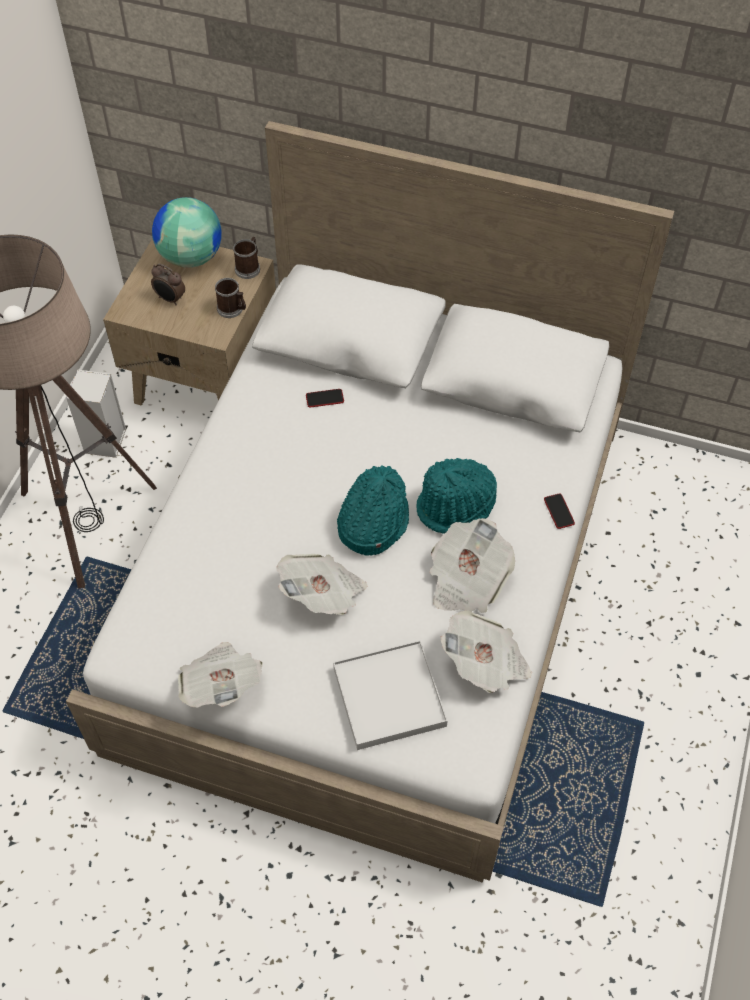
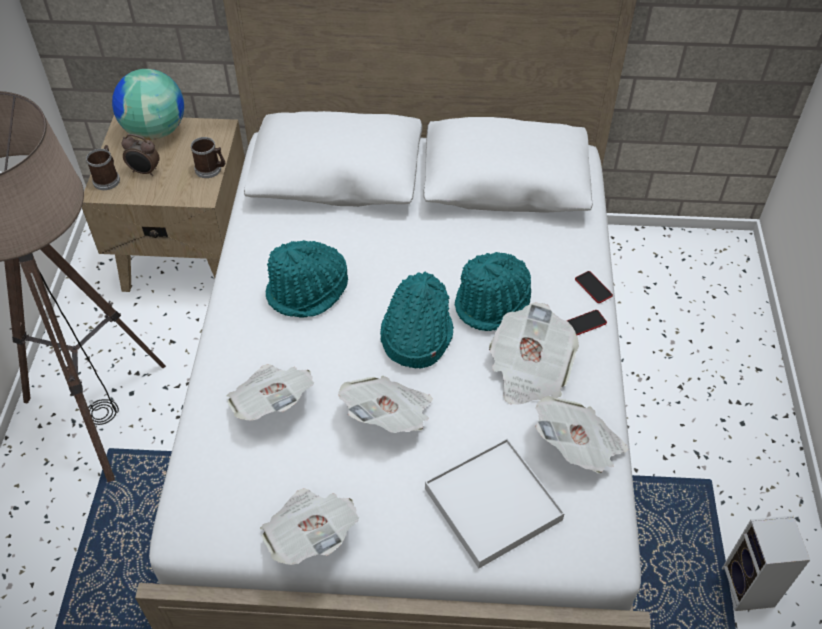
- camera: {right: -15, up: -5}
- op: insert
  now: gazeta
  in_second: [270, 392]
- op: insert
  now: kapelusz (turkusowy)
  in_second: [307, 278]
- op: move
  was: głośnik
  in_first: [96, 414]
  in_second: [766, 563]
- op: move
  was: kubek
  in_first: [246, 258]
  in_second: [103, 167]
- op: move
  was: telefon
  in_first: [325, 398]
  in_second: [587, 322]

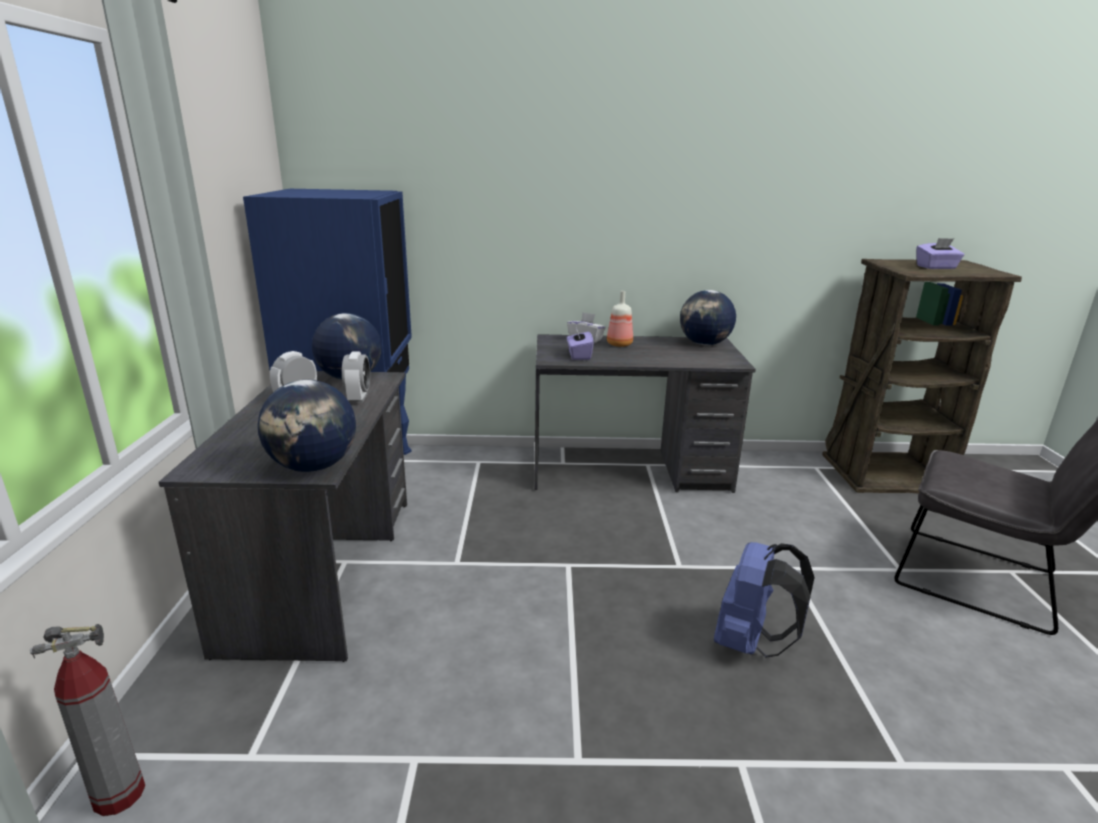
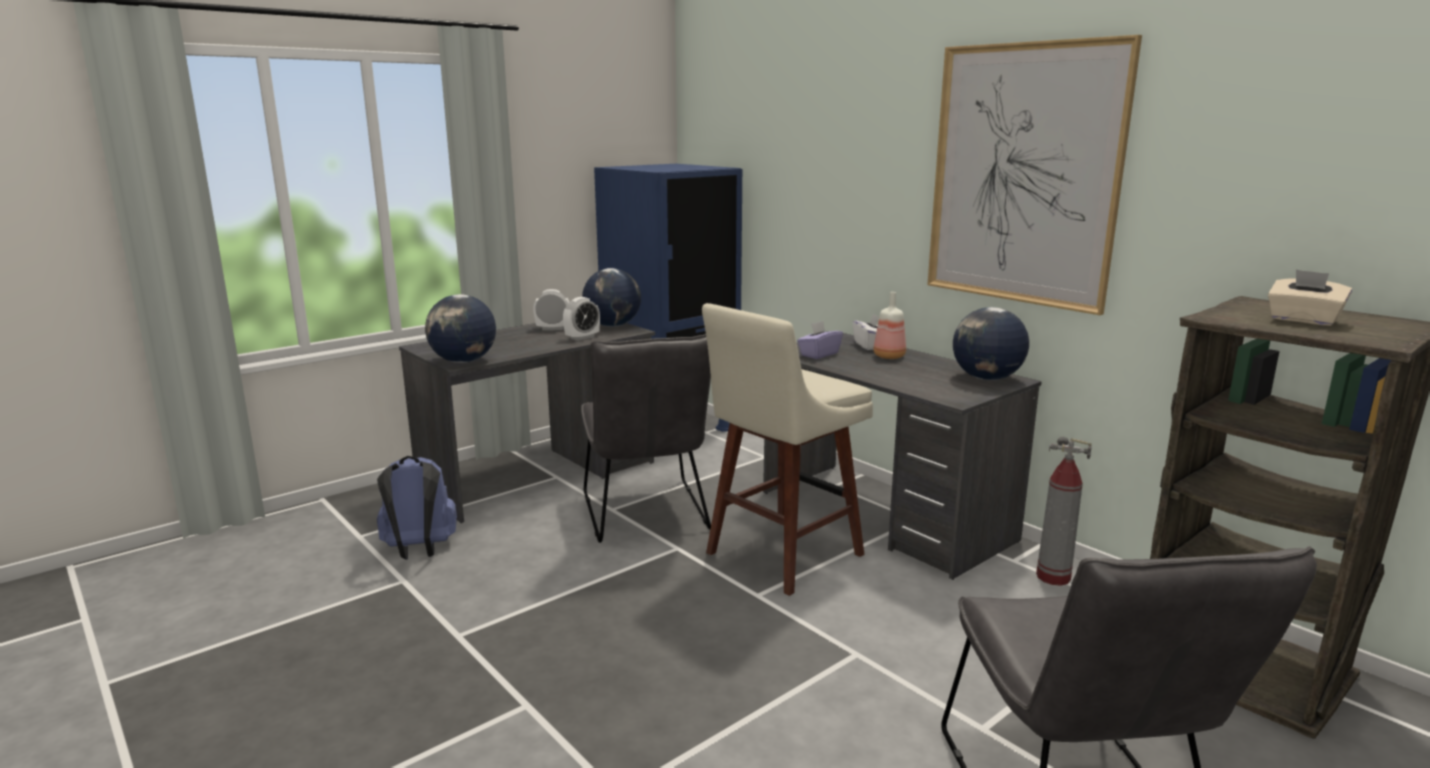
- camera: {right: 50, up: -5}
- op: insert
  now: krzesło (szary)
  in_second: [646, 438]
- op: insert
  now: stołek (beżowy)
  in_second: [787, 449]
- op: insert
  now: obraz
  in_second: [1034, 175]
- op: move
  was: gaśnica
  in_first: [87, 720]
  in_second: [1064, 511]
- op: move
  was: plecak (niebieski)
  in_first: [764, 600]
  in_second: [417, 507]
- op: recolor
  was: pudełko chusteczek (fioletowy)
  now: pudełko chusteczek (beżowy)
  in_first: [940, 253]
  in_second: [1310, 297]

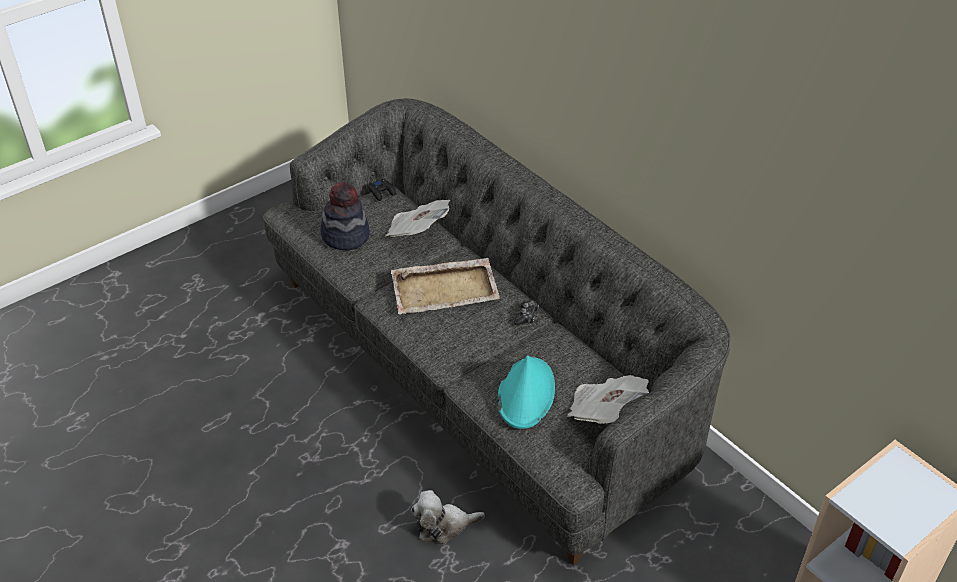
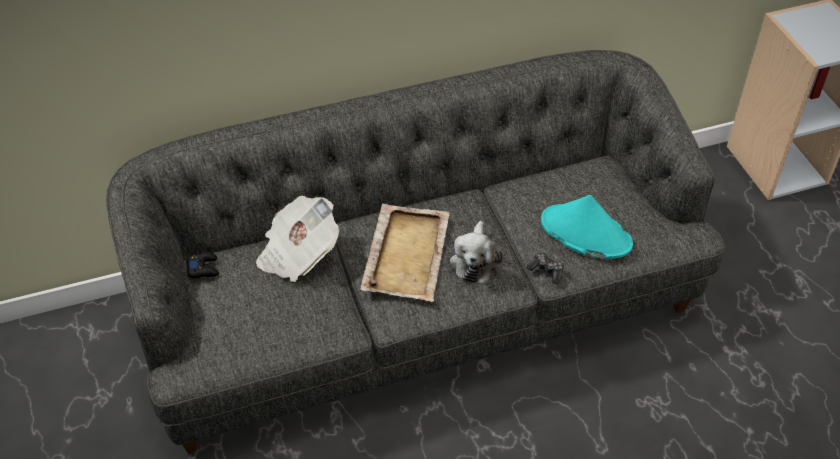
- camera: {right: -70, up: 5}
- op: delete
  was: kapelusz
  in_first: [345, 216]
- op: delete
  was: gazeta
  in_first: [608, 399]
- op: move
  was: pluszak
  in_first: [448, 517]
  in_second: [476, 252]
- op: move
  was: pad do gier
  in_first: [526, 313]
  in_second: [545, 268]

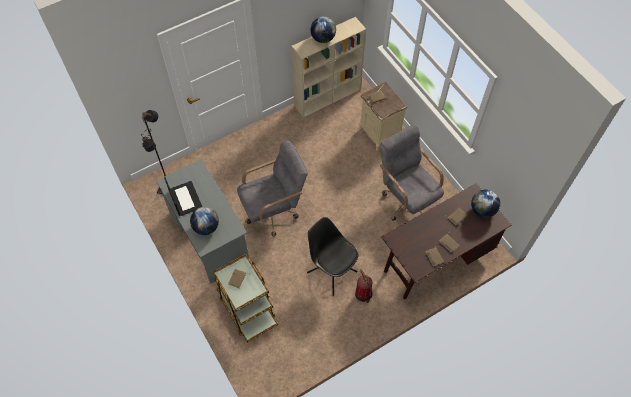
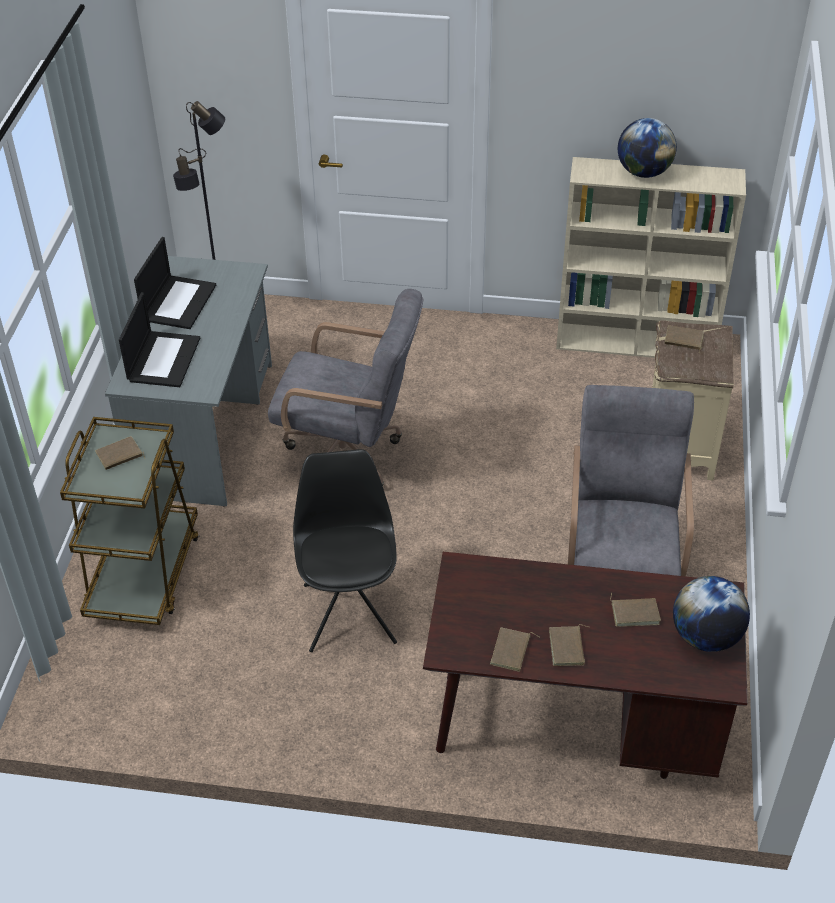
- camera: {right: 40, up: -15}
- op: delete
  was: gaśnica
  in_first: [364, 286]
- op: replace
  was: globus
  now: laptop
  in_first: [204, 221]
  in_second: [159, 339]

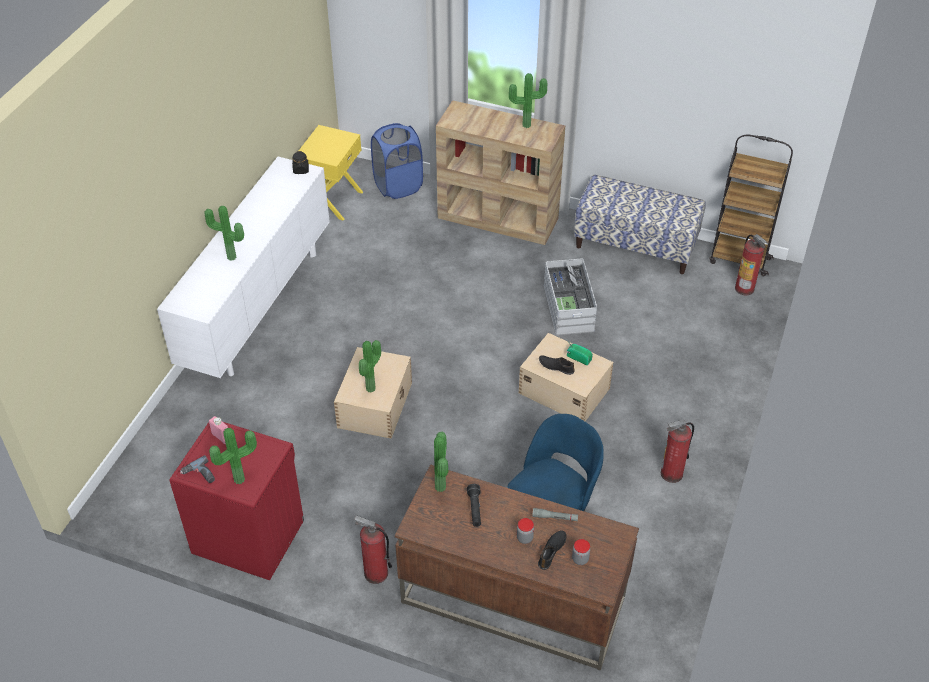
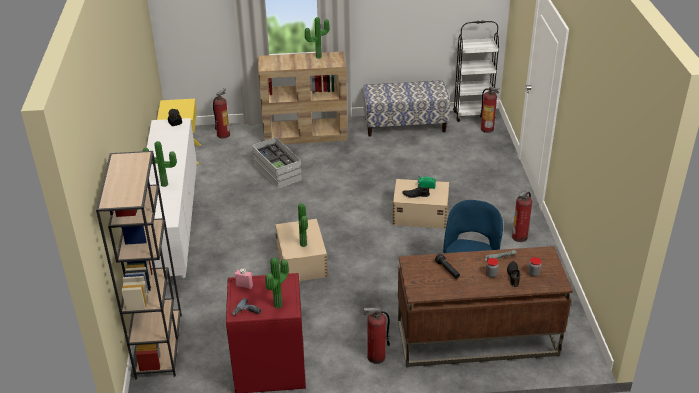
- camera: {right: -25, up: -10}
- op: delete
  was: roślina doniczkowa
  in_first: [441, 461]
- op: insert
  now: regał
  in_second: [139, 265]
- op: move
  was: pojemnik do przechowywania (szary)
  in_first: [570, 296]
  in_second: [277, 163]
- op: replace
  was: kosz na pranie (niebieski)
  now: gaśnica
  in_first: [397, 161]
  in_second: [221, 113]
- op: recolor
  was: wózek (brązowy)
  now: wózek (biały)
  in_first: [751, 205]
  in_second: [476, 71]

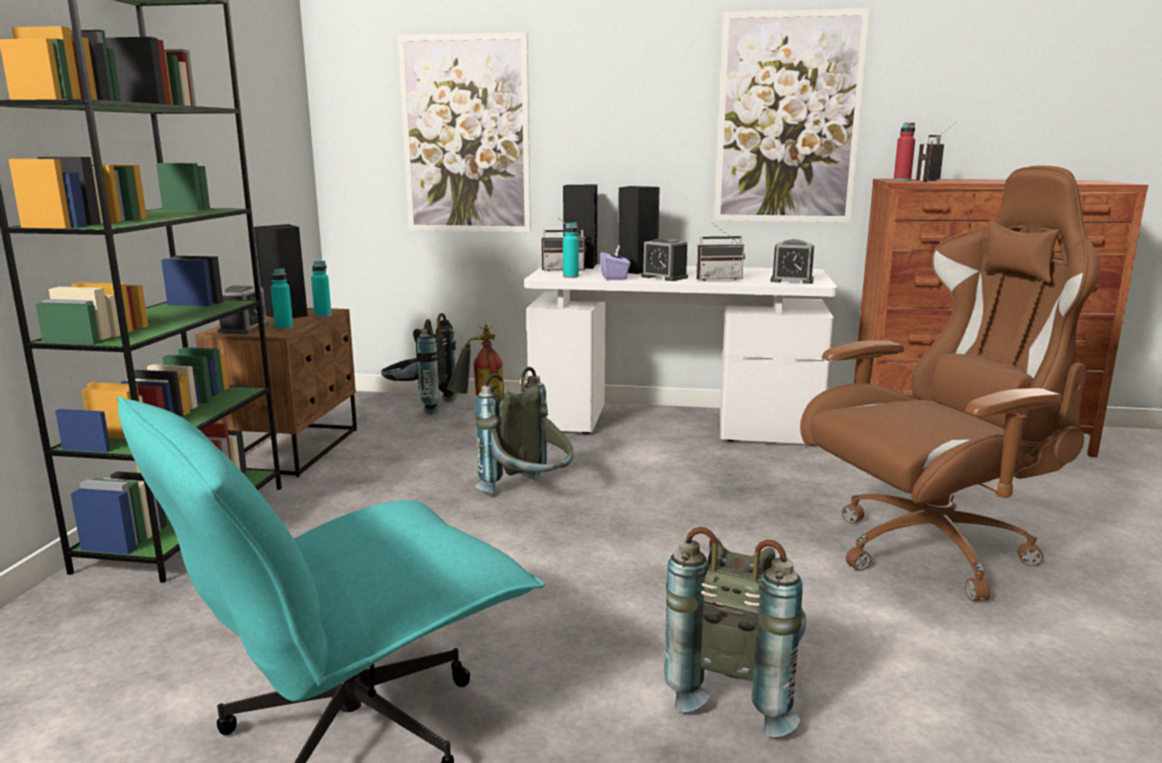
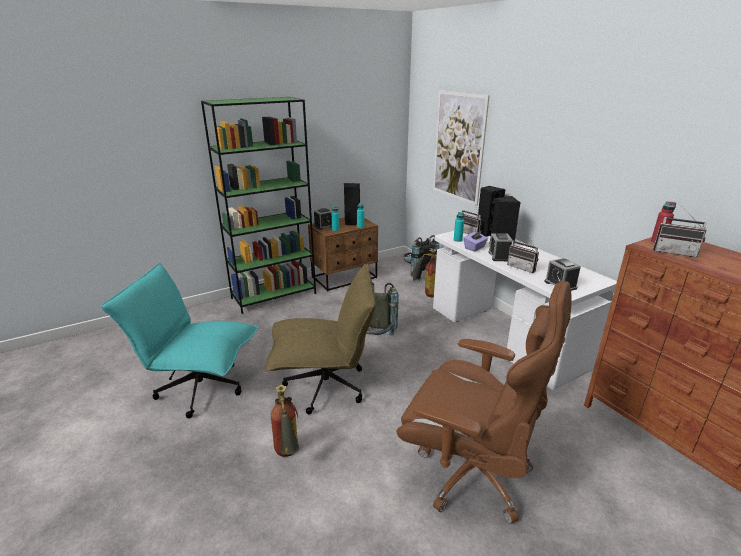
- camera: {right: 50, up: 10}
- op: delete
  was: obraz
  in_first: [792, 115]
- op: insert
  now: krzesło biurowe (beżowy)
  in_second: [320, 339]
- op: replace
  was: plecak (szary)
  now: gaśnica
  in_first: [735, 632]
  in_second: [285, 421]
- op: rotate
  was: radio
  in_first: [936, 152]
  in_second: [680, 231]
  clockwise: -150

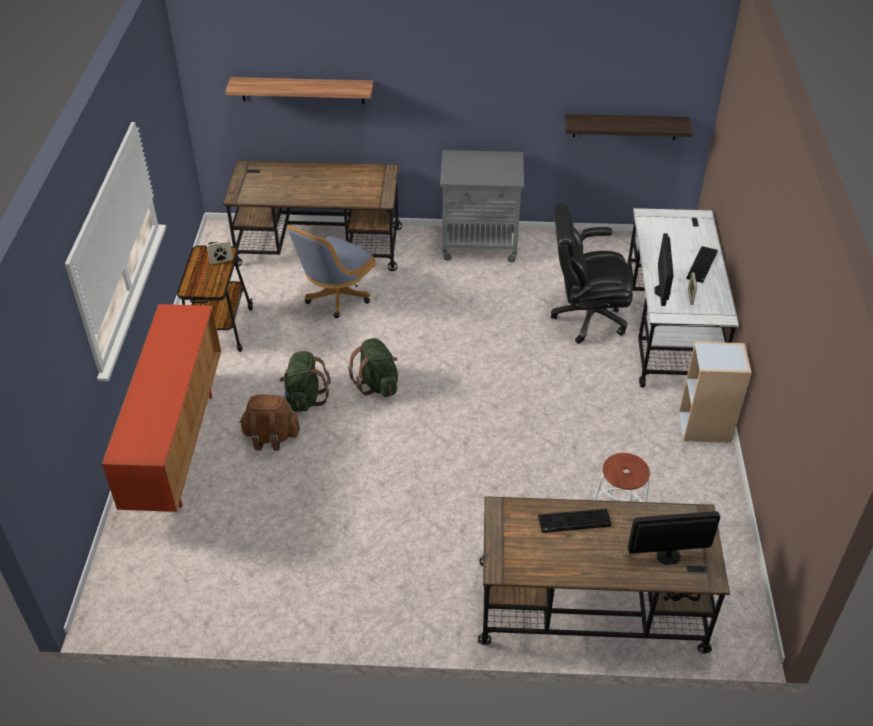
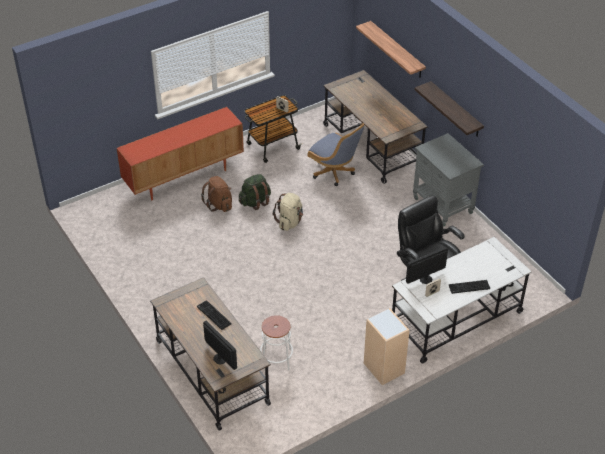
- camera: {right: 55, up: 0}
- op: move
  was: półka
  in_first: [629, 127]
  in_second: [449, 109]
- op: recolor
  was: plecak (zielony)
  now: plecak (beżowy)
  in_first: [373, 367]
  in_second: [288, 212]
- op: rotate
  was: krzesło biurowe (niebieski)
  in_first: [332, 271]
  in_second: [336, 154]
  clockwise: -135

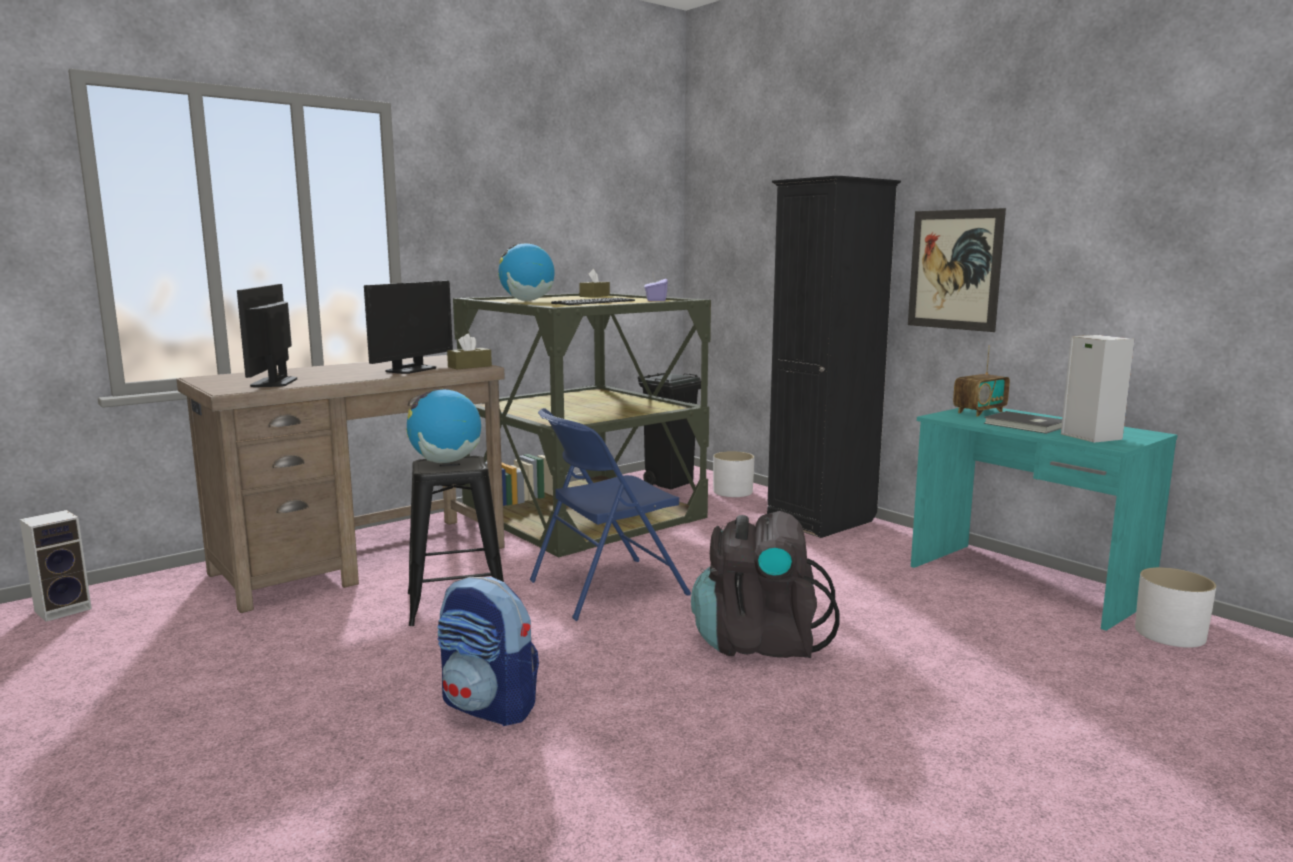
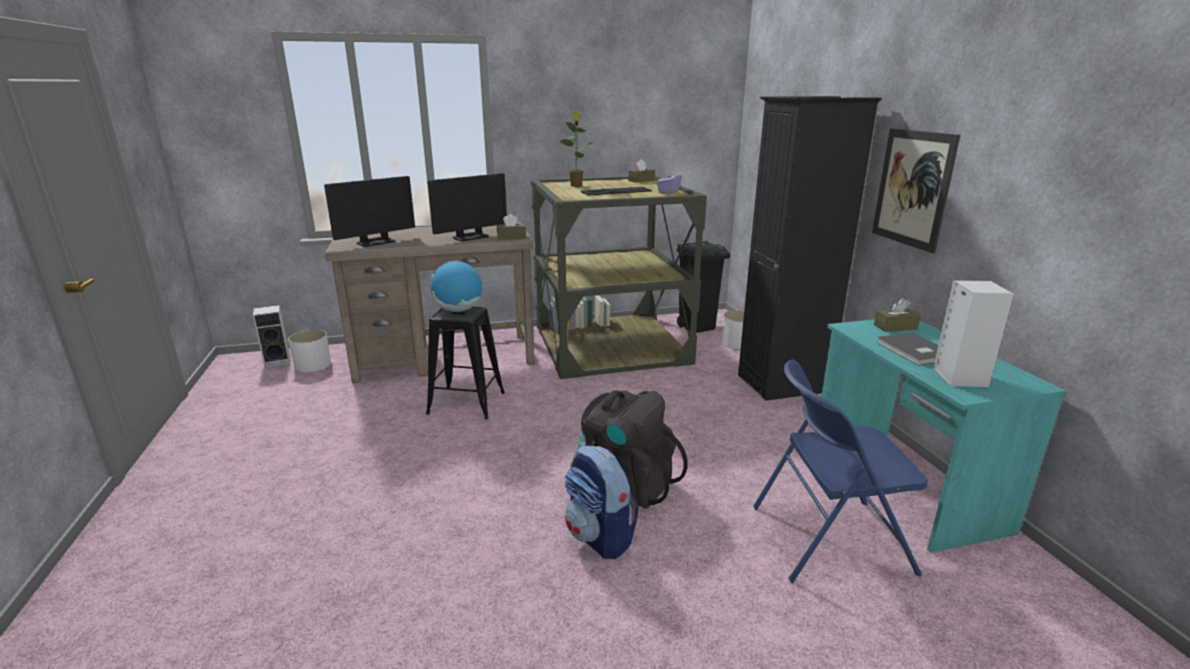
- camera: {right: 25, up: 10}
- op: move
  was: plecak
  in_first: [488, 651]
  in_second: [602, 502]
- op: move
  was: krzesło (niebieski)
  in_first: [610, 514]
  in_second: [840, 471]
- op: move
  was: donica (biały)
  in_first: [1175, 607]
  in_second: [309, 351]
- op: replace
  was: globus
  now: roślina doniczkowa
  in_first: [526, 272]
  in_second: [577, 149]
- op: replace
  was: radio
  now: pudełko chusteczek (brązowy)
  in_first: [981, 381]
  in_second: [897, 315]
- op: rotate
  was: monitor
  in_first: [267, 335]
  in_second: [369, 211]
  clockwise: -150

